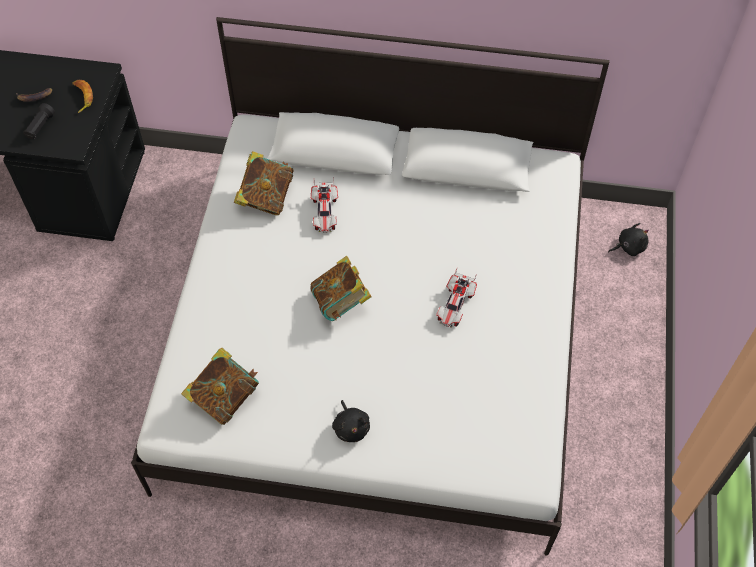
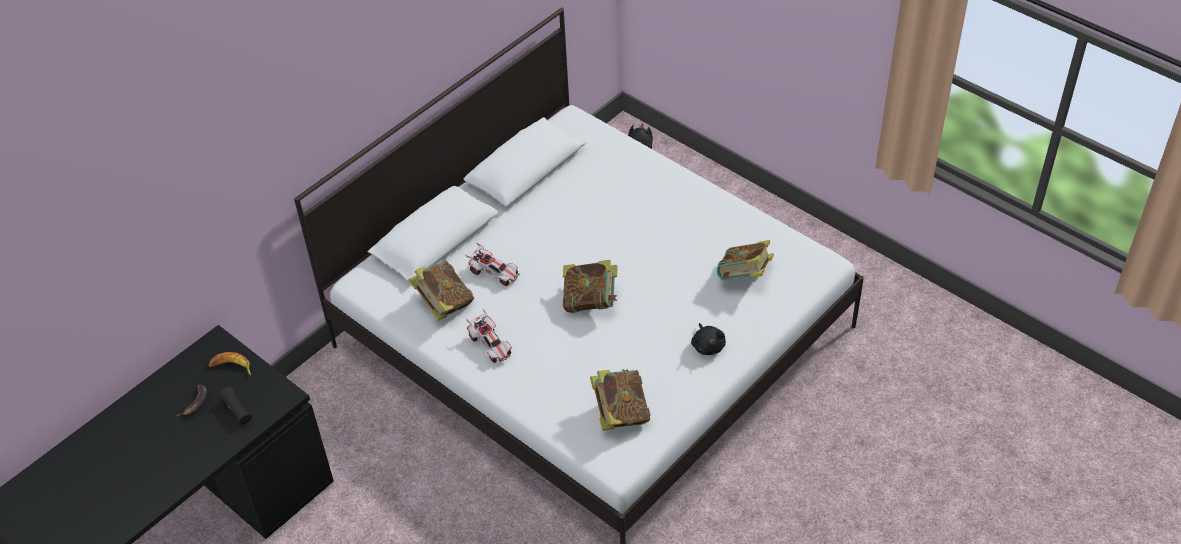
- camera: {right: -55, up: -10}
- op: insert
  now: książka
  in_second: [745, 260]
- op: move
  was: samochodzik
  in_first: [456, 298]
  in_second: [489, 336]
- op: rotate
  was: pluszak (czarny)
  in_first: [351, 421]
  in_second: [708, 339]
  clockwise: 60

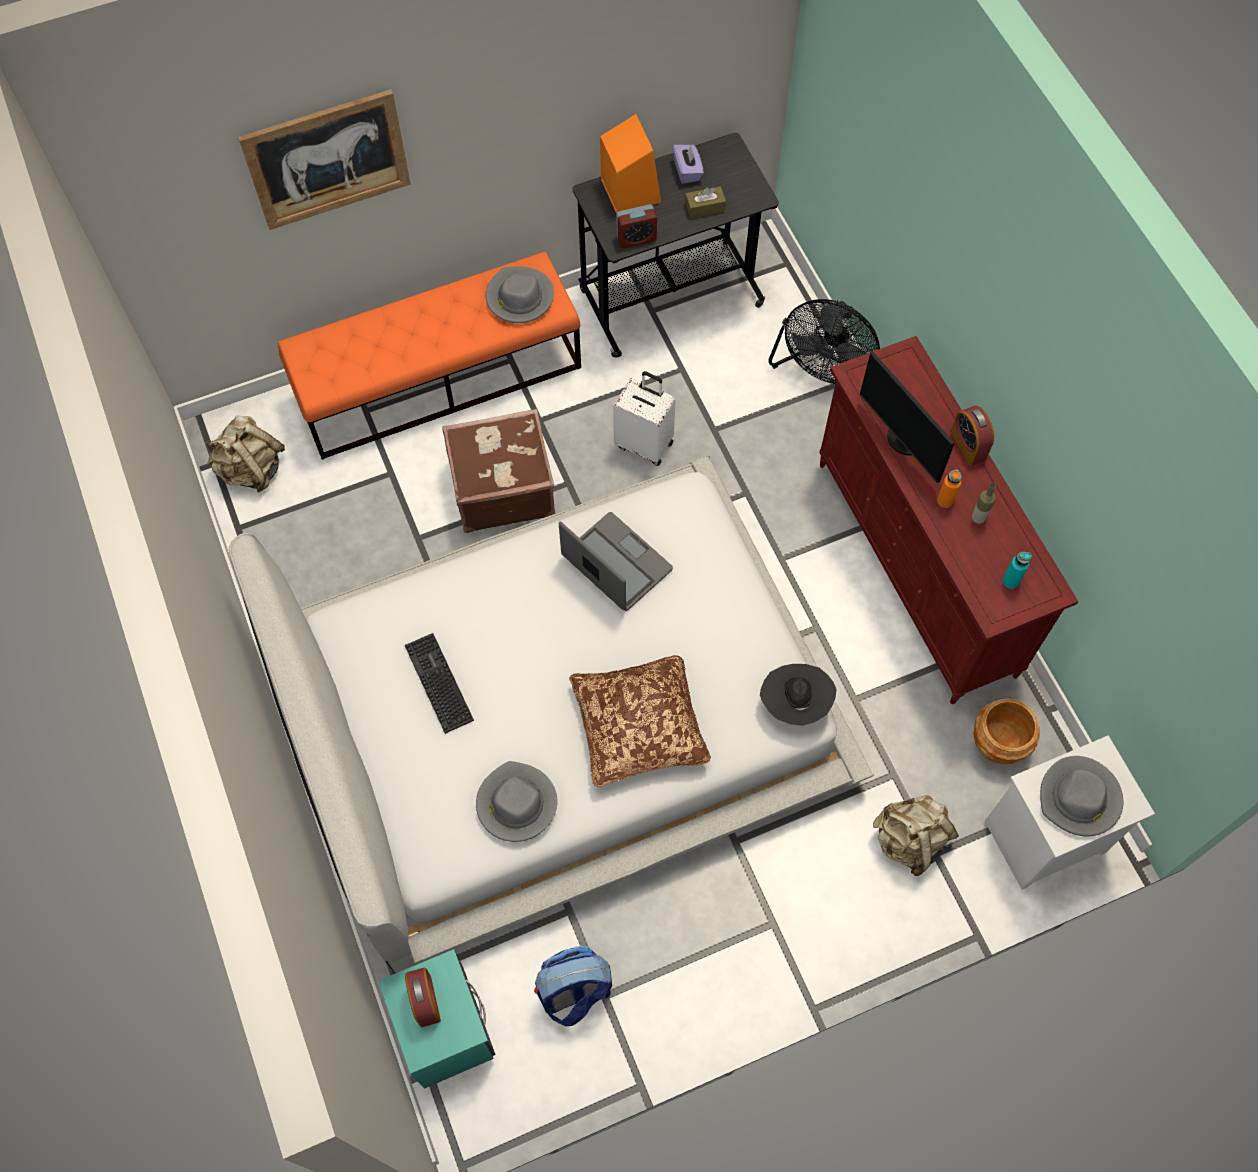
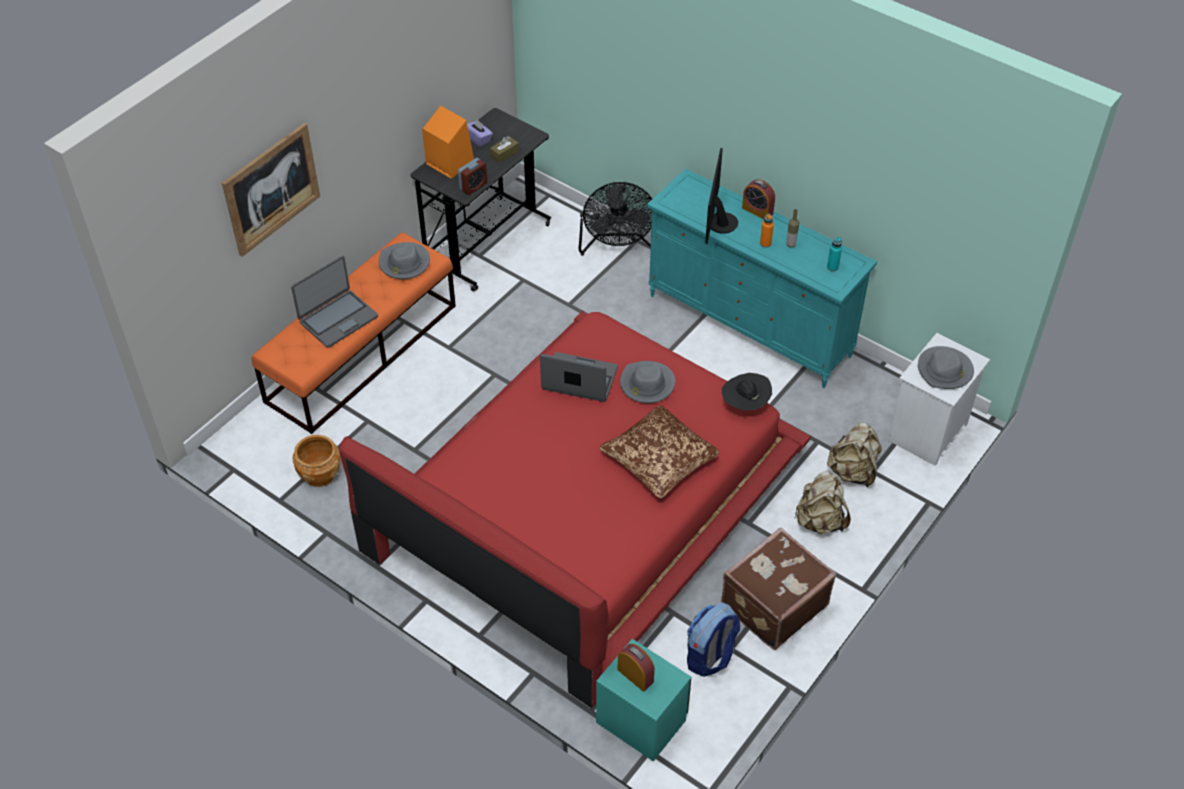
- camera: {right: -30, up: -15}
- op: delete
  was: klawiatura
  in_first: [439, 683]
- op: delete
  was: walizka (biały)
  in_first: [644, 418]
- op: insert
  now: laptop
  in_second: [334, 302]
- op: move
  was: plecak (beżowy)
  in_first: [245, 454]
  in_second: [823, 502]
- op: move
  was: walizka (brązowy)
  in_first: [498, 471]
  in_second: [778, 589]
- op: move
  was: kapelusz (szary)
  in_first: [517, 801]
  in_second: [647, 382]
- op: move
  was: donica (brązowy)
  in_first: [1006, 731]
  in_second: [316, 461]
- op: recolor
  was: łóżko (biały)
  now: łóżko (czerwony)
  in_first: [551, 714]
  in_second: [575, 509]
- op: recolor
  was: komoda (czerwony)
  now: komoda (turkusowy)
  in_first: [949, 520]
  in_second: [762, 278]
- op: rotate
  was: monitor
  in_first: [907, 416]
  in_second: [721, 195]
  clockwise: 75

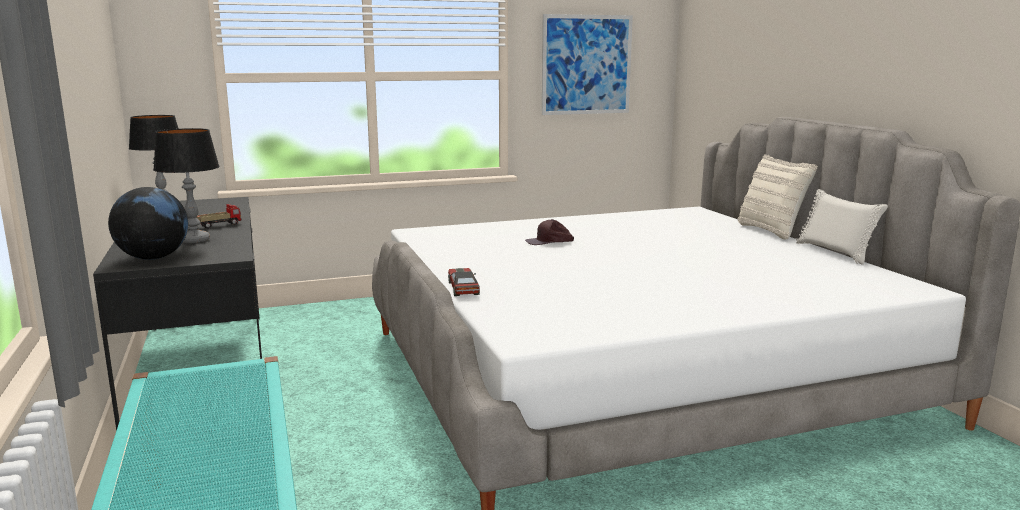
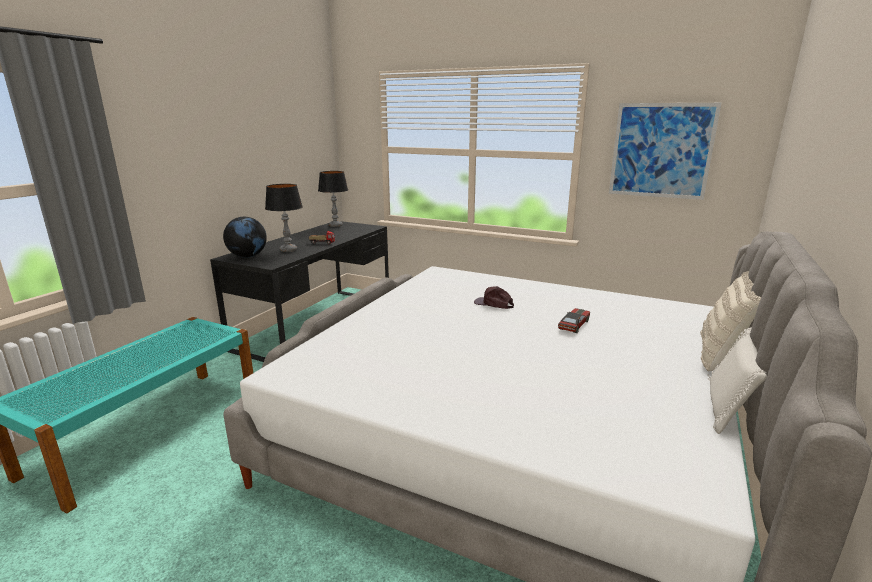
- camera: {right: 45, up: 5}
- op: move
  was: samochodzik
  in_first: [464, 282]
  in_second: [574, 320]

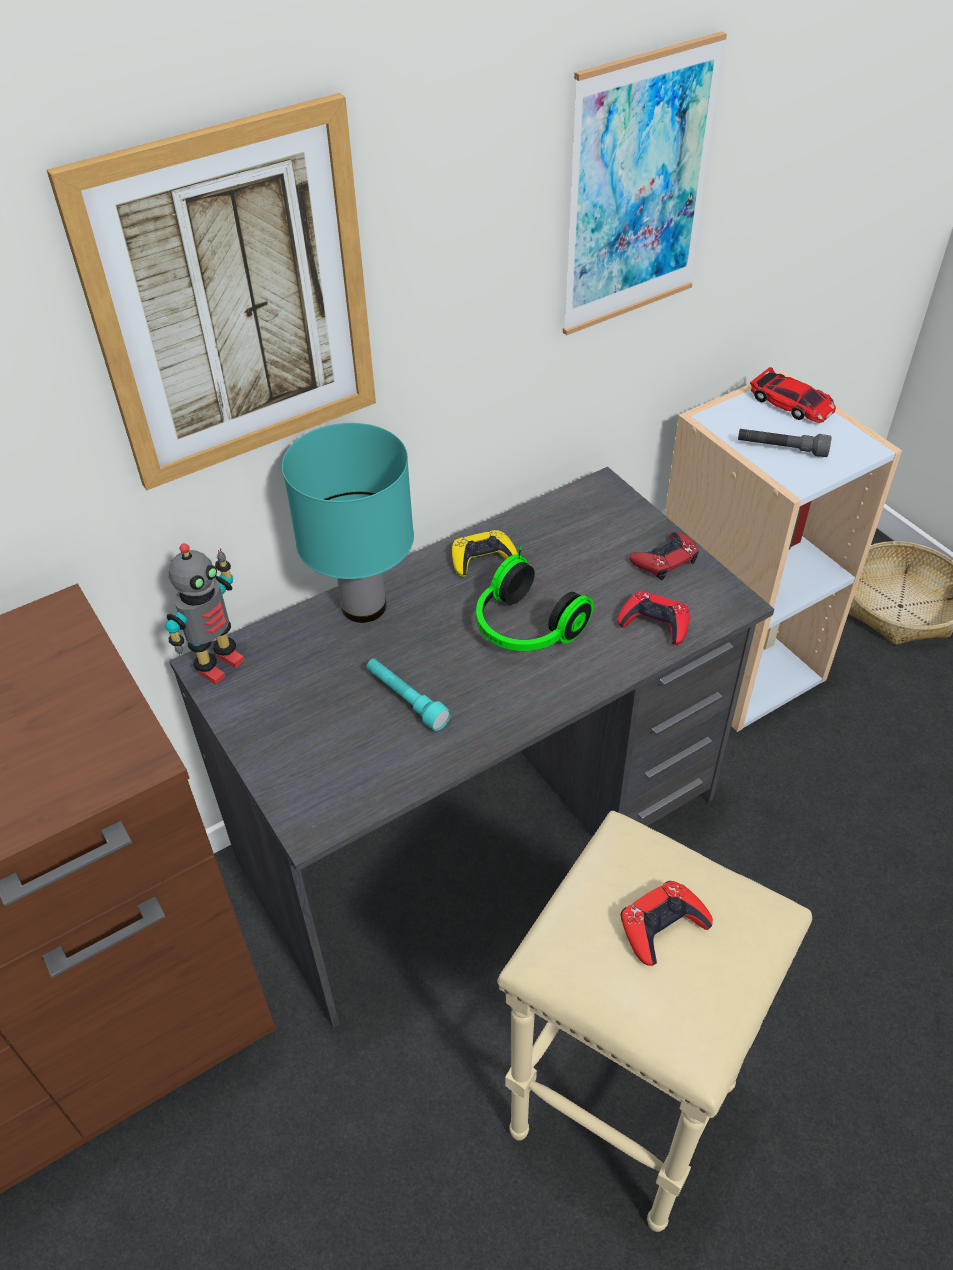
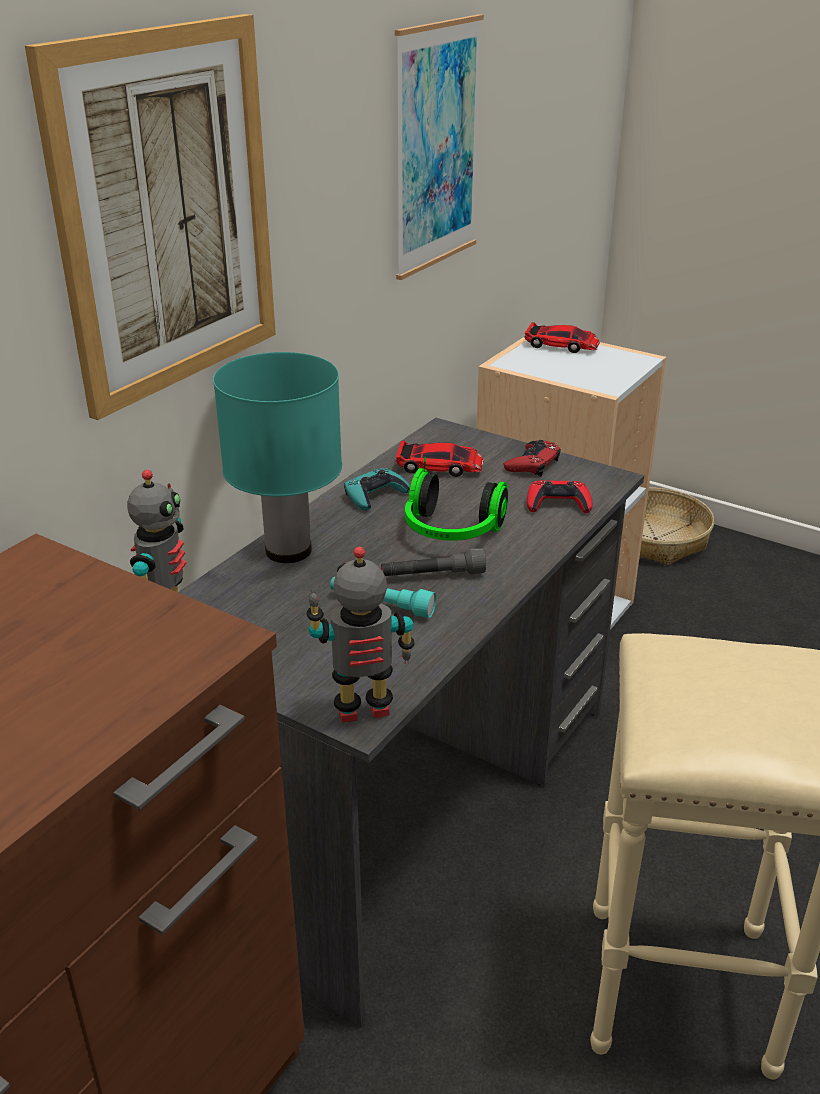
- camera: {right: -25, up: -15}
- op: delete
  was: pad do gier (czerwony)
  in_first: [667, 923]
- op: insert
  now: robot zabawkowy
  in_second: [361, 635]
- op: insert
  now: samochodzik
  in_second: [440, 459]
- op: move
  was: latarka (szary)
  in_first: [784, 443]
  in_second: [433, 562]
- op: recolor
  was: pad do gier (żółty)
  now: pad do gier (turkusowy)
  in_first: [485, 553]
  in_second: [377, 489]

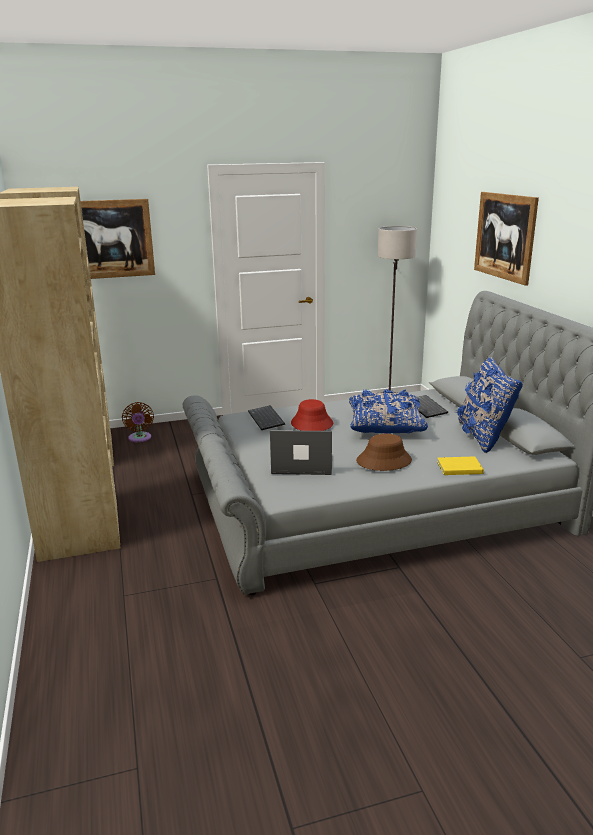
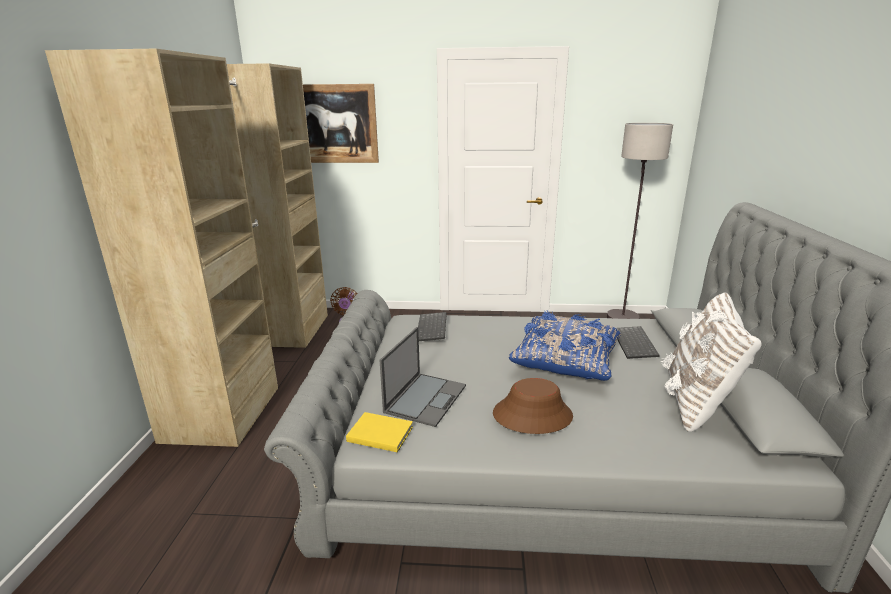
- camera: {right: 20, up: 0}
- op: delete
  was: kapelusz (czerwony)
  in_first: [312, 415]
- op: delete
  was: obraz
  in_first: [506, 239]
- op: move
  was: książka (żółty)
  in_first: [460, 465]
  in_second: [379, 432]
- op: recolor
  was: poduszka (niebieski)
  now: poduszka (biały)
  in_first: [489, 405]
  in_second: [710, 362]
- op: rotate
  was: laptop
  in_first: [301, 452]
  in_second: [422, 377]
  clockwise: 90

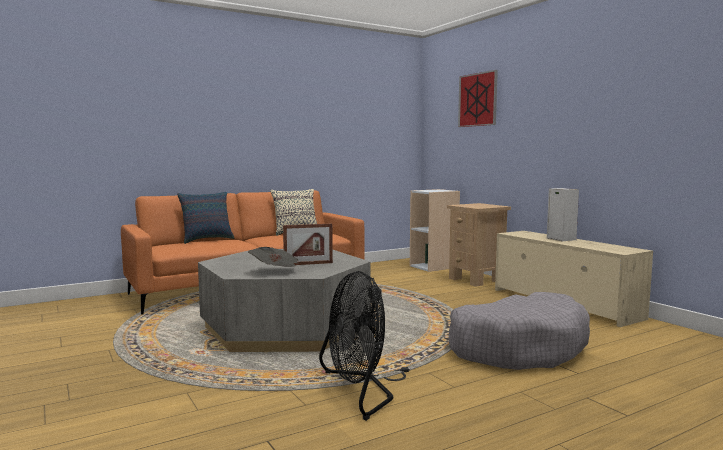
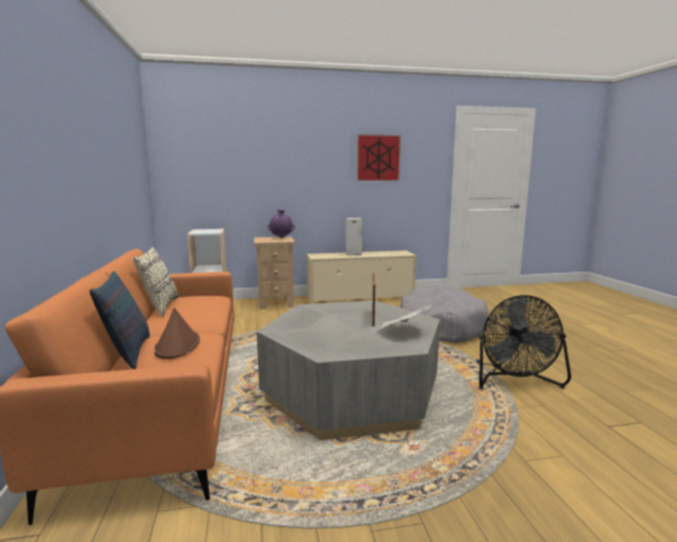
- camera: {right: -70, up: 5}
- op: insert
  now: kapelusz (brązowy)
  in_second: [177, 333]
- op: insert
  now: wazon (fioletowy)
  in_second: [281, 224]
- op: move
  was: obraz
  in_first: [478, 98]
  in_second: [378, 157]

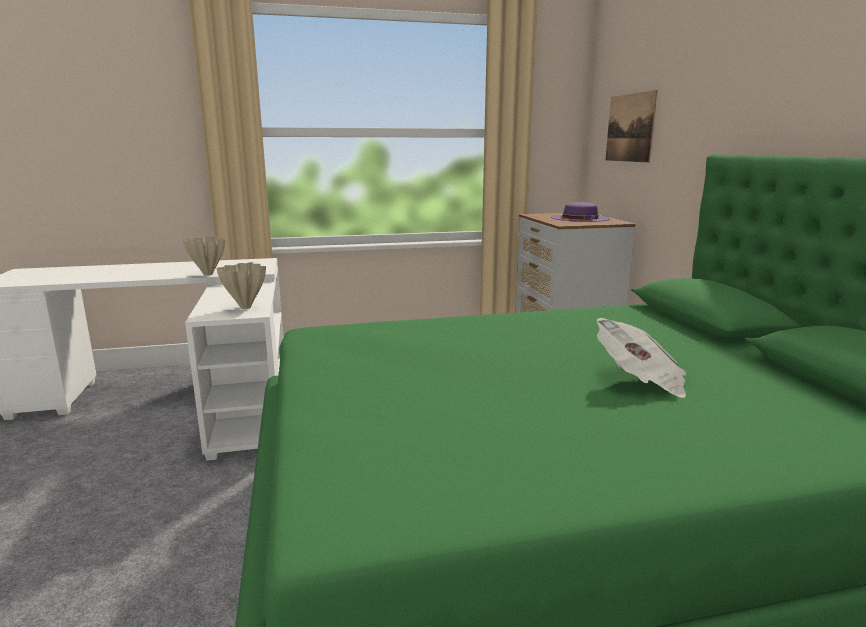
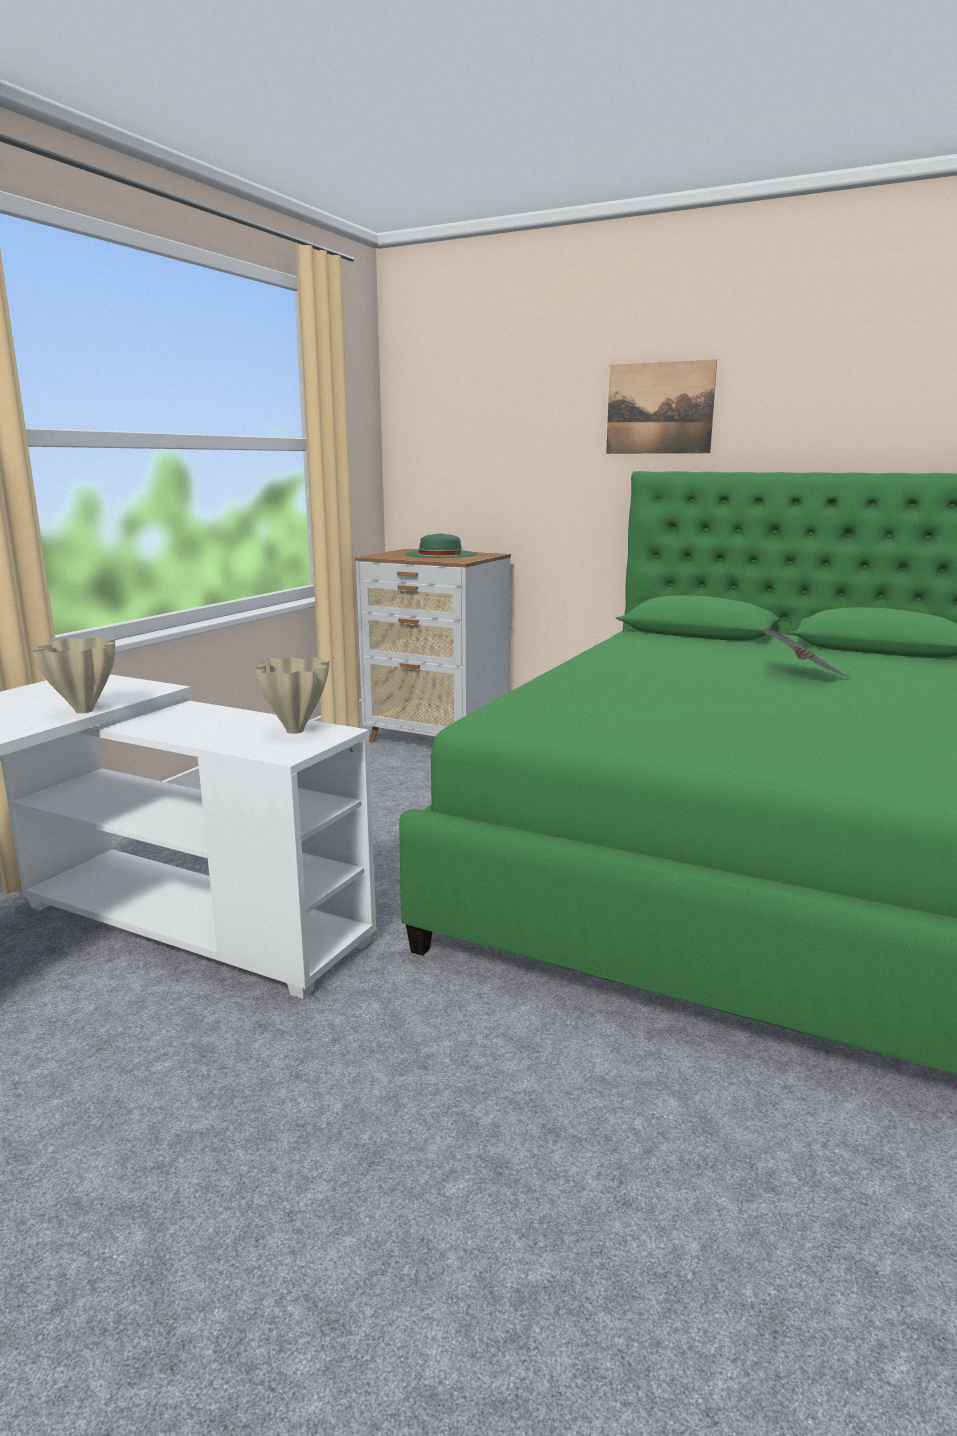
- camera: {right: -50, up: 0}
- op: move
  was: obraz
  in_first: [631, 126]
  in_second: [661, 407]
- op: recolor
  was: kapelusz (fioletowy)
  now: kapelusz (zielony)
  in_first: [580, 212]
  in_second: [440, 545]

